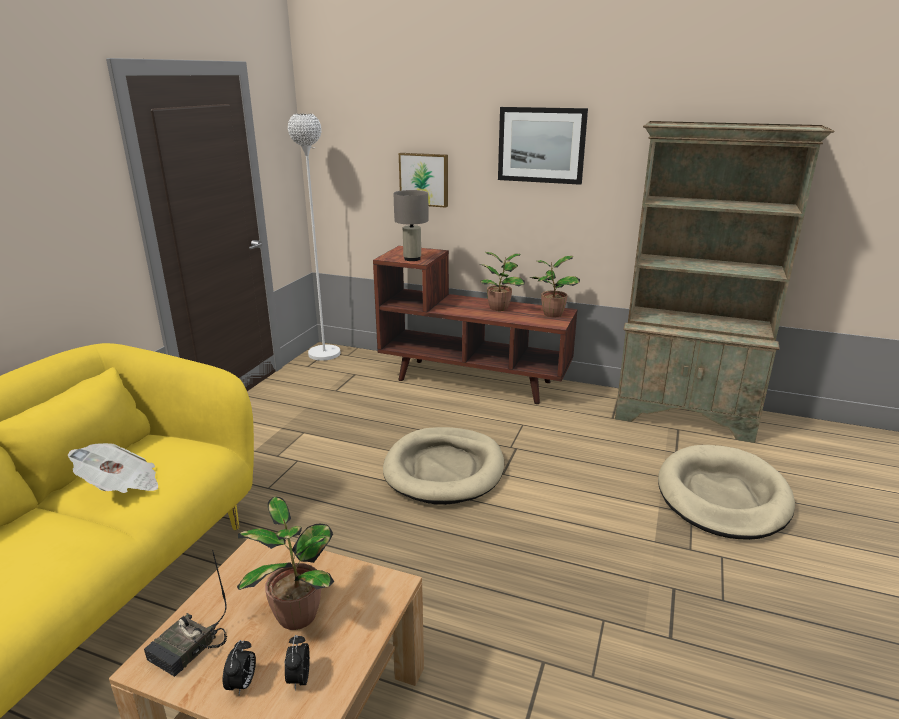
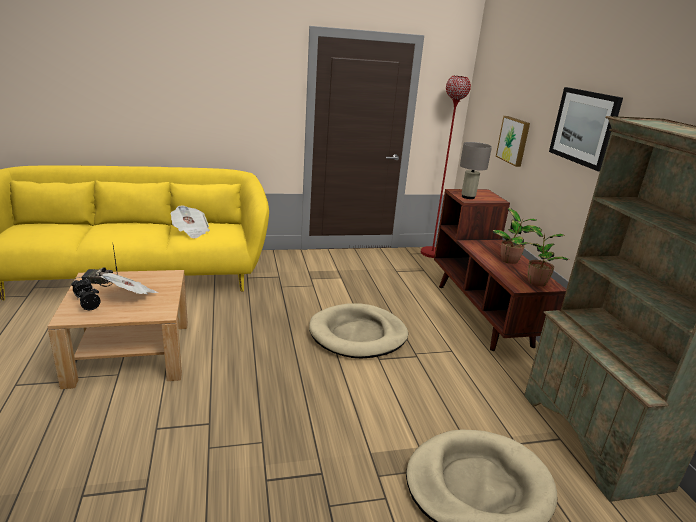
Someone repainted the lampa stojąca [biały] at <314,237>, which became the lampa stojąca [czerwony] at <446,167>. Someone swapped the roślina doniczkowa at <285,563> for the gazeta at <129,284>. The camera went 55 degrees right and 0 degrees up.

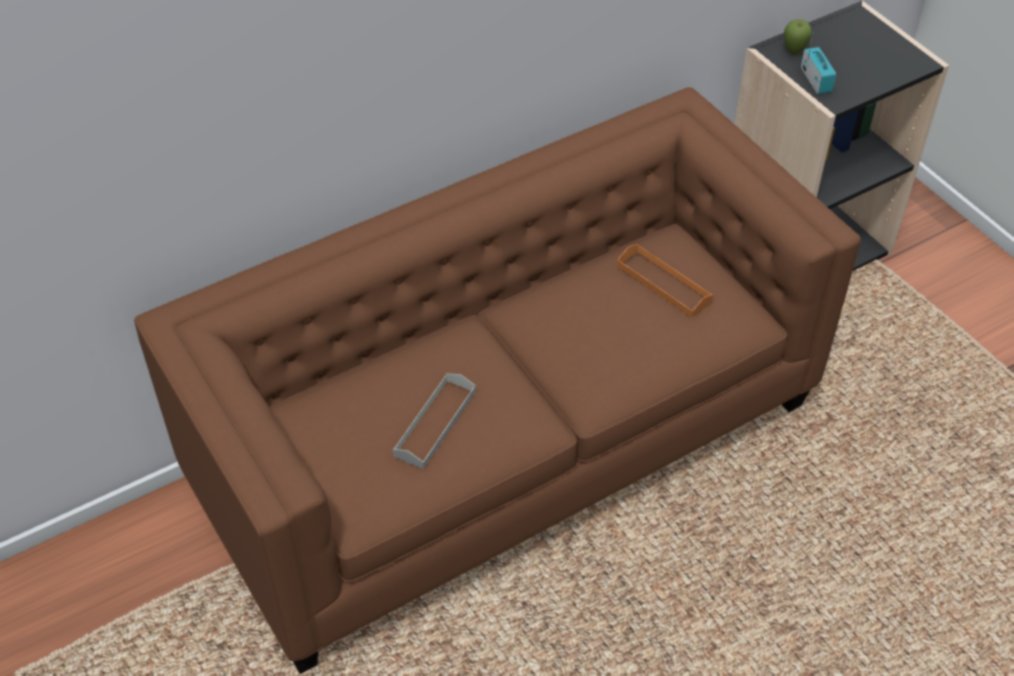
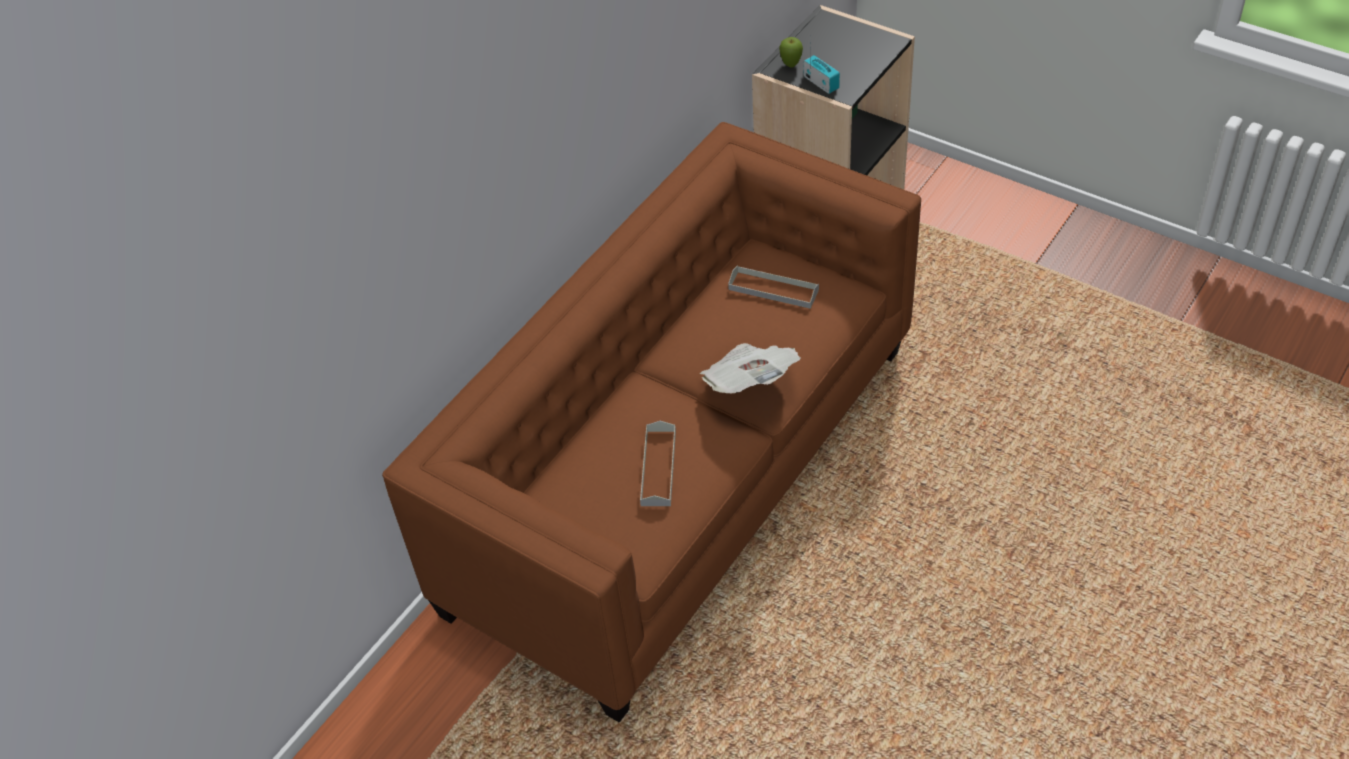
Someone repainted the taca [pomarańczowy] at <665,281>, which became the taca [szary] at <773,287>. Someone put down the gazeta at <750,368>. The camera went 20 degrees left and 0 degrees up.

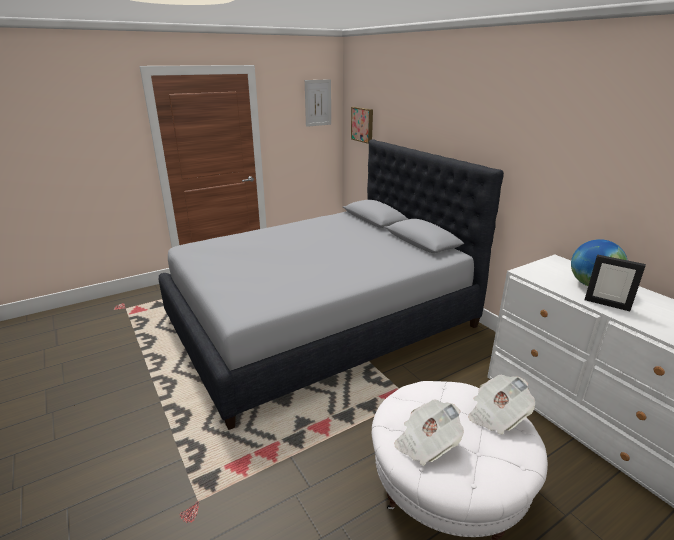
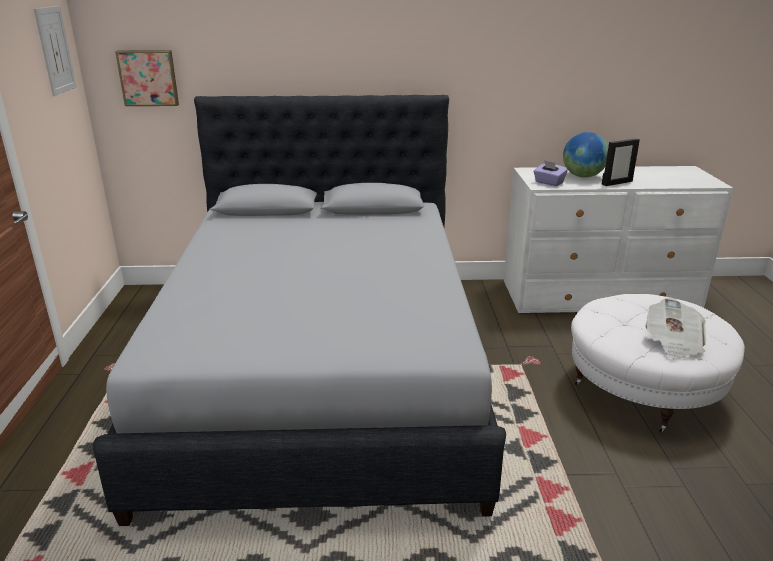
Someone took away the gazeta at <501,404>. Someone put down the pudełko chusteczek [fioletowy] at <551,173>. The camera went 60 degrees left and 0 degrees up.

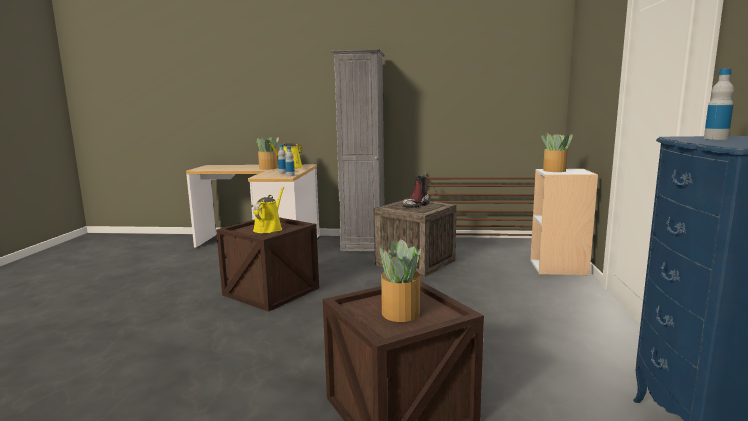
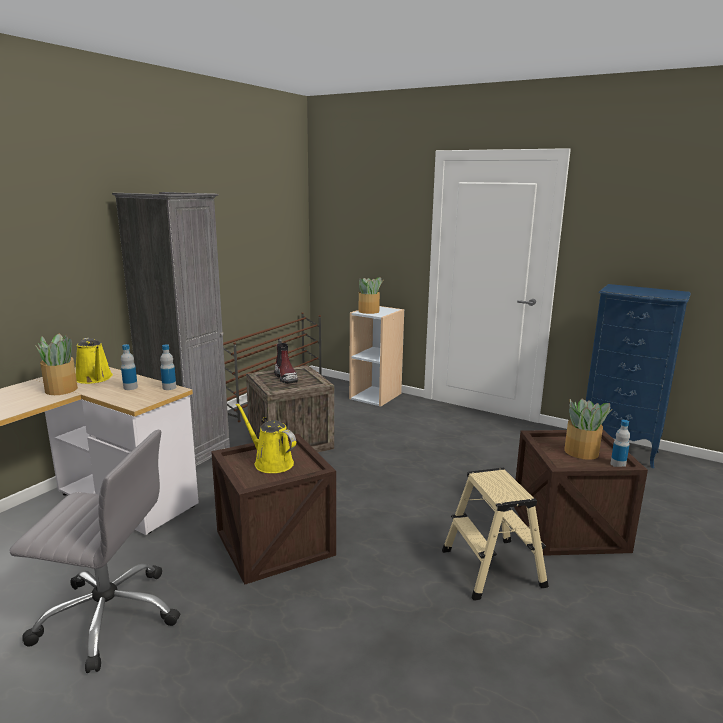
Someone carried the butelka from <719,104> to <620,443>. Someone put down the krzesło biurowe [szary] at <95,551>. Someone put down the drabinka [beżowy] at <495,534>. The camera went 65 degrees left and 5 degrees up.

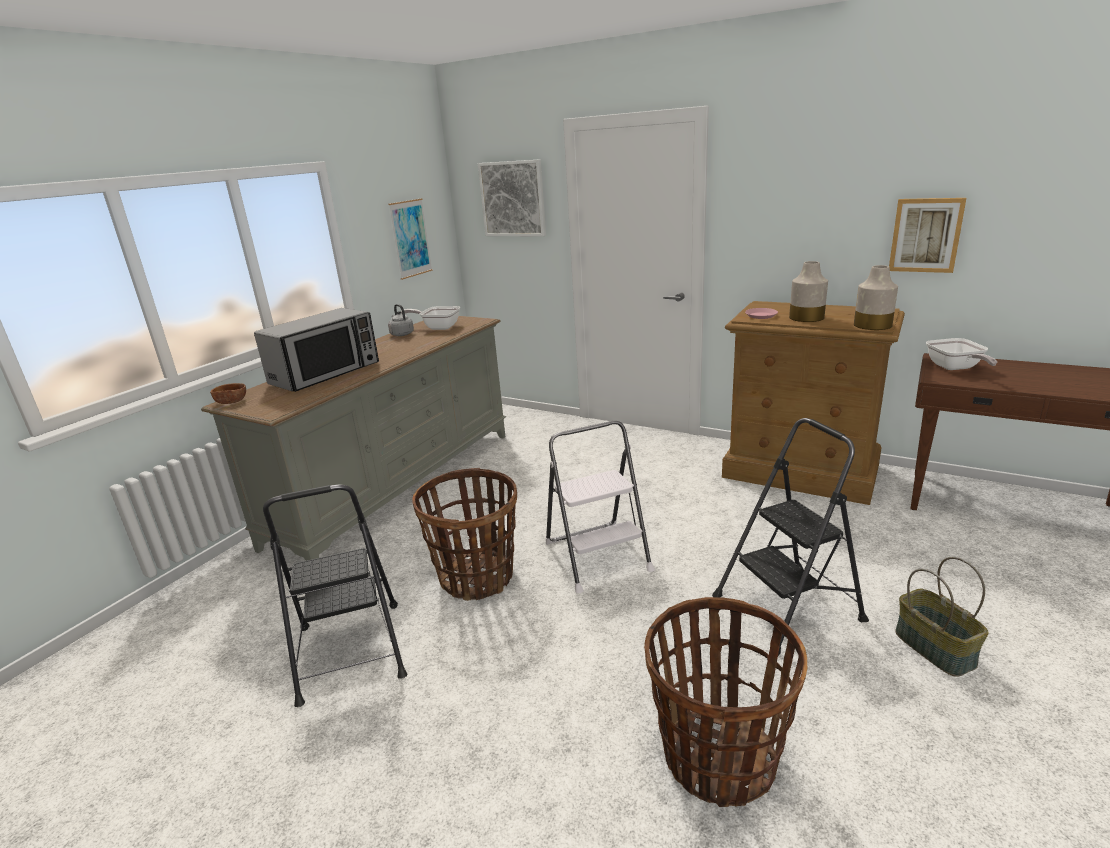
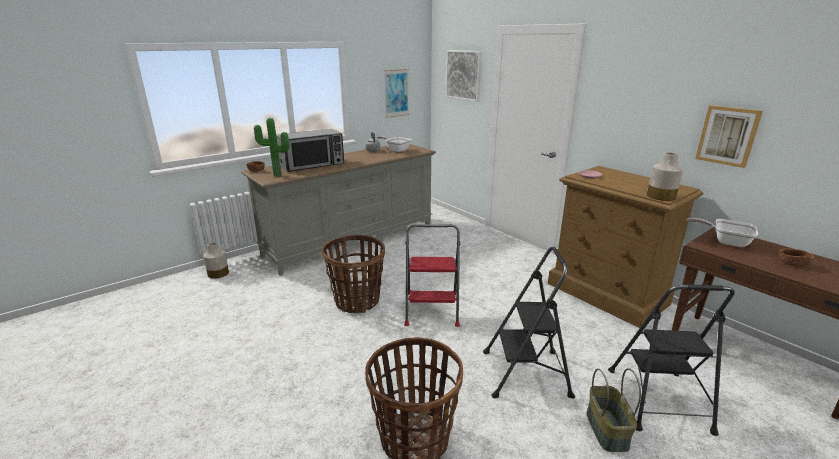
Someone carried the wazon [beżowy] from <808,291> to <216,260>. Someone rotated the patelnia at <961,354> by 105 degrees clockwise. Someone repainted the drabinka [biały] at <600,507>, which became the drabinka [czerwony] at <432,275>. Someone carried the drabinka [czarny] from <335,595> to <671,360>. Someone put down the roślina doniczkowa at <272,147>. Someone put down the miska [brązowy] at <796,258>. The camera went 20 degrees right and 0 degrees up.

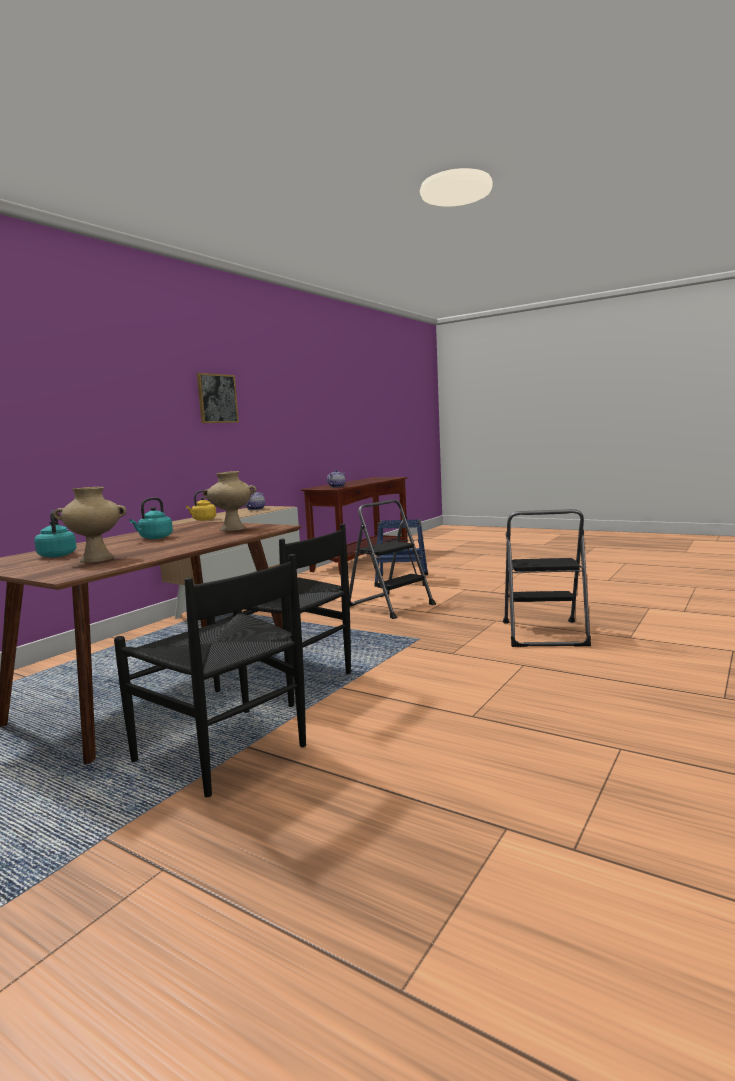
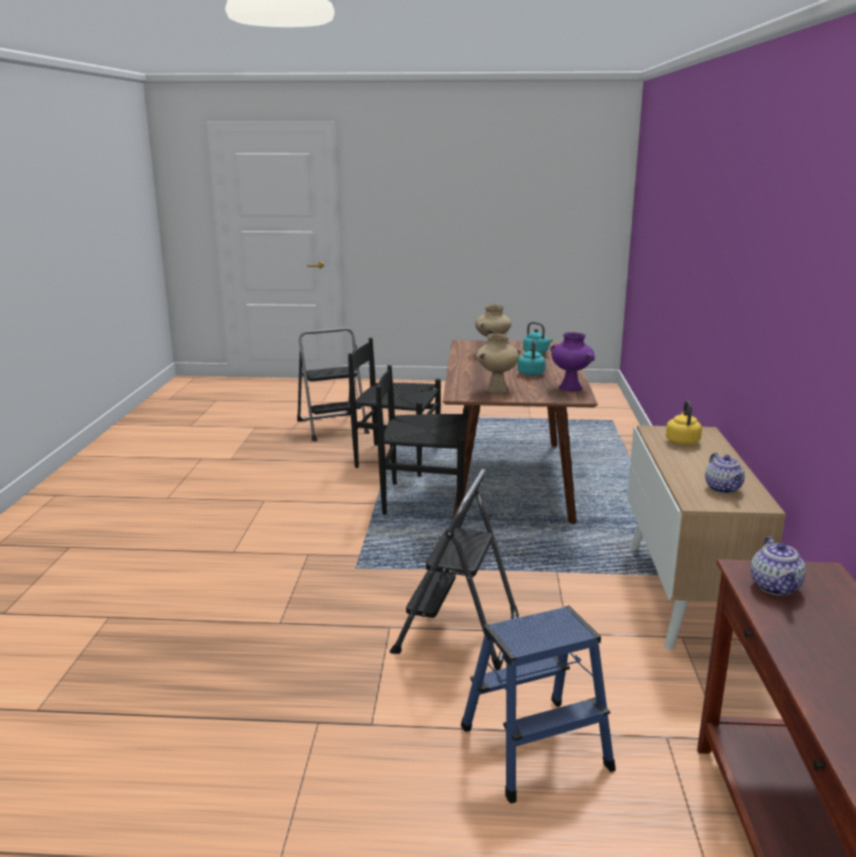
Someone took away the obraz at <218,398>. Someone carried the drabinka [czarny] from <547,578> to <333,384>. Someone put down the wazon [fioletowy] at <572,361>. The camera went 150 degrees right and 10 degrees up.

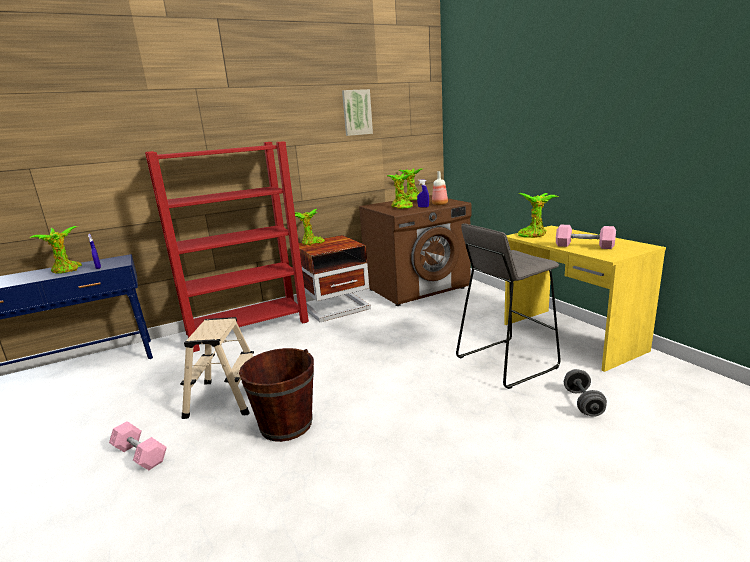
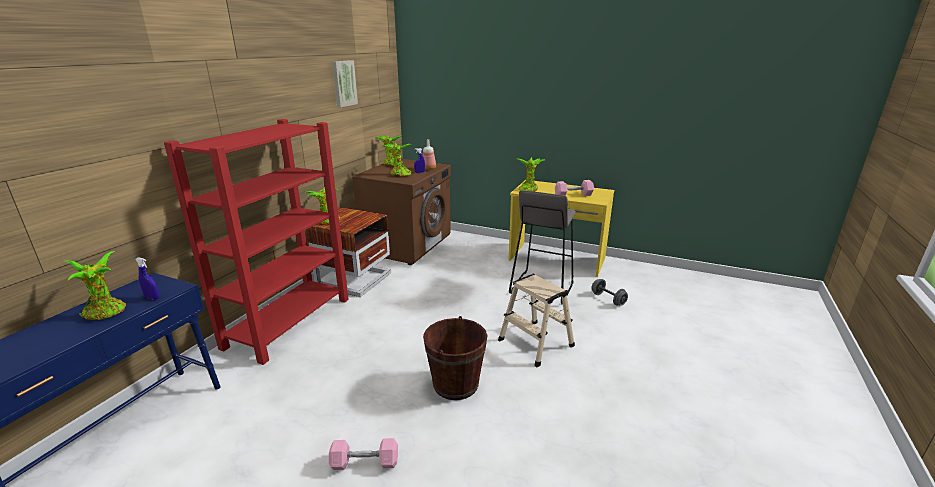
Someone carried the drabinka [beżowy] from <217,368> to <536,320>. The camera went 40 degrees left and 5 degrees up.

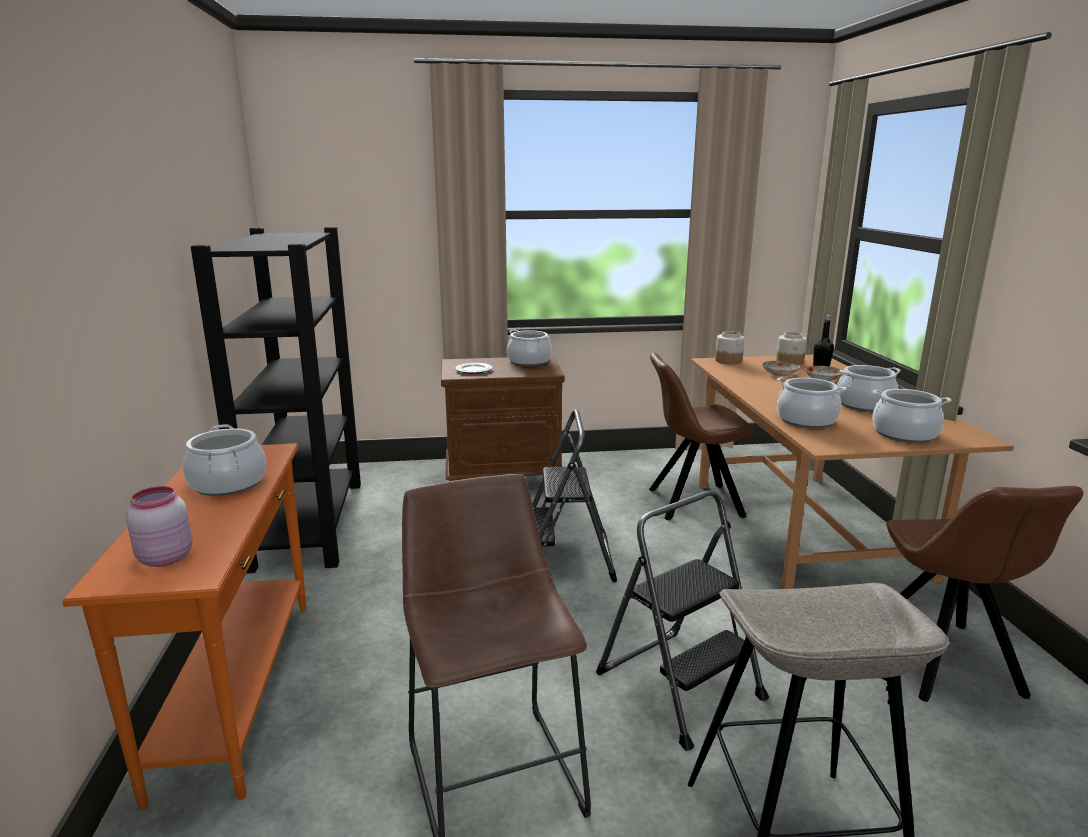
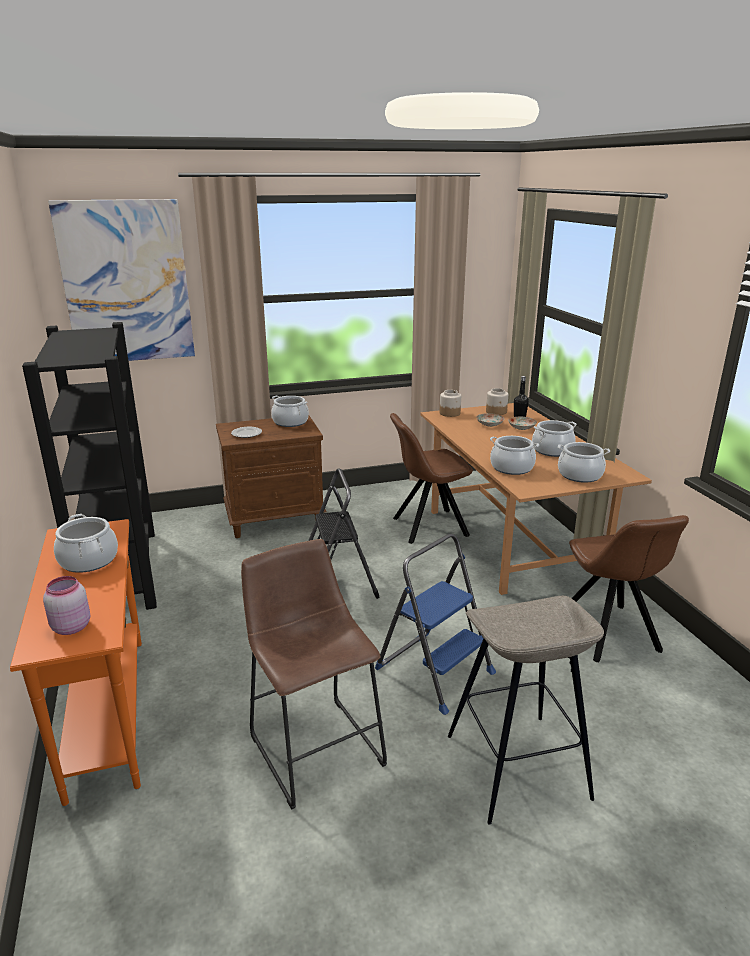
Someone repainted the drabinka [czarny] at <682,621>, which became the drabinka [niebieski] at <435,624>. Someone put up the obraz at <121,280>. The camera went 10 degrees left and 5 degrees up.

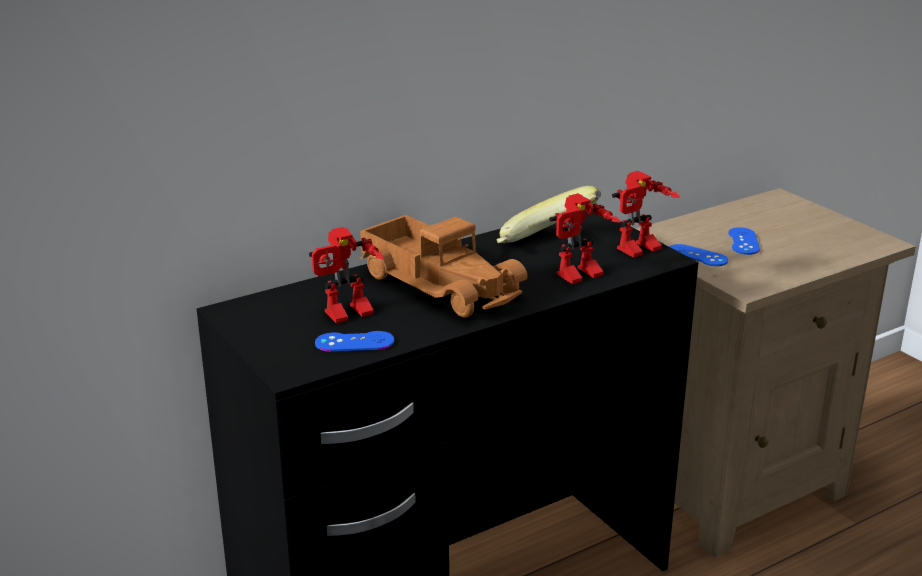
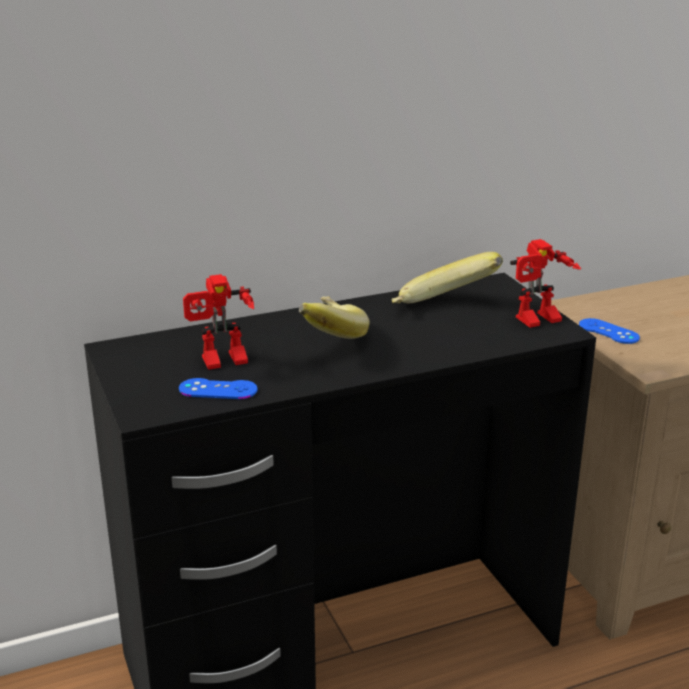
Someone took away the robot zabawkowy at <585,238>. Someone swapped the ciężarówka zabawkowa at <443,266> for the banan at <334,317>. Someone took away the pad do gier [niebieski] at <744,241>. The camera went 10 degrees right and 0 degrees up.

